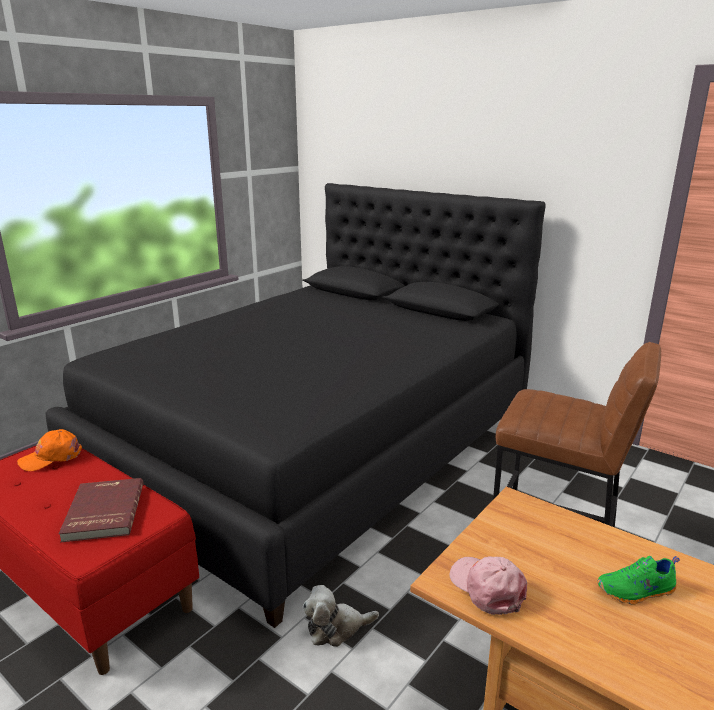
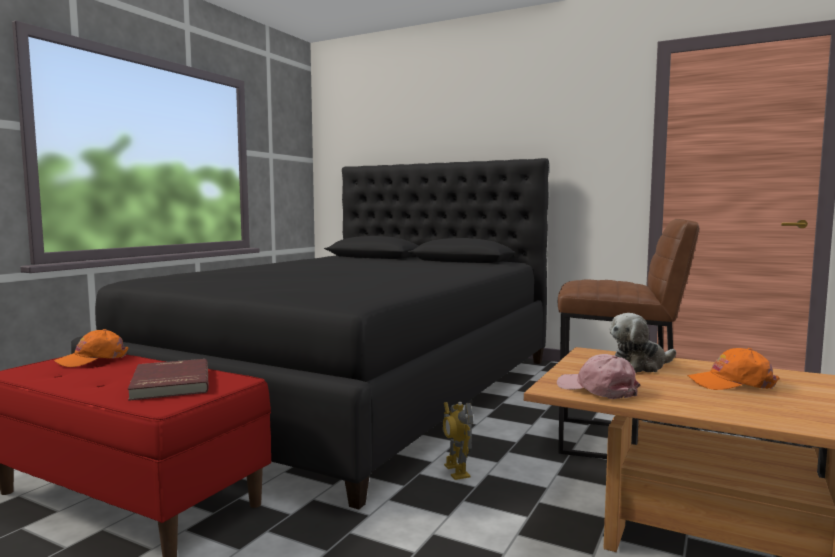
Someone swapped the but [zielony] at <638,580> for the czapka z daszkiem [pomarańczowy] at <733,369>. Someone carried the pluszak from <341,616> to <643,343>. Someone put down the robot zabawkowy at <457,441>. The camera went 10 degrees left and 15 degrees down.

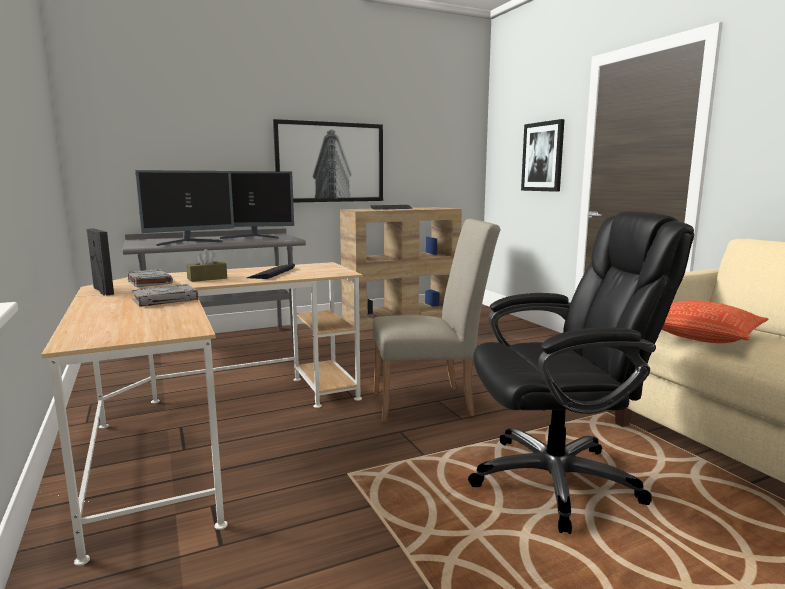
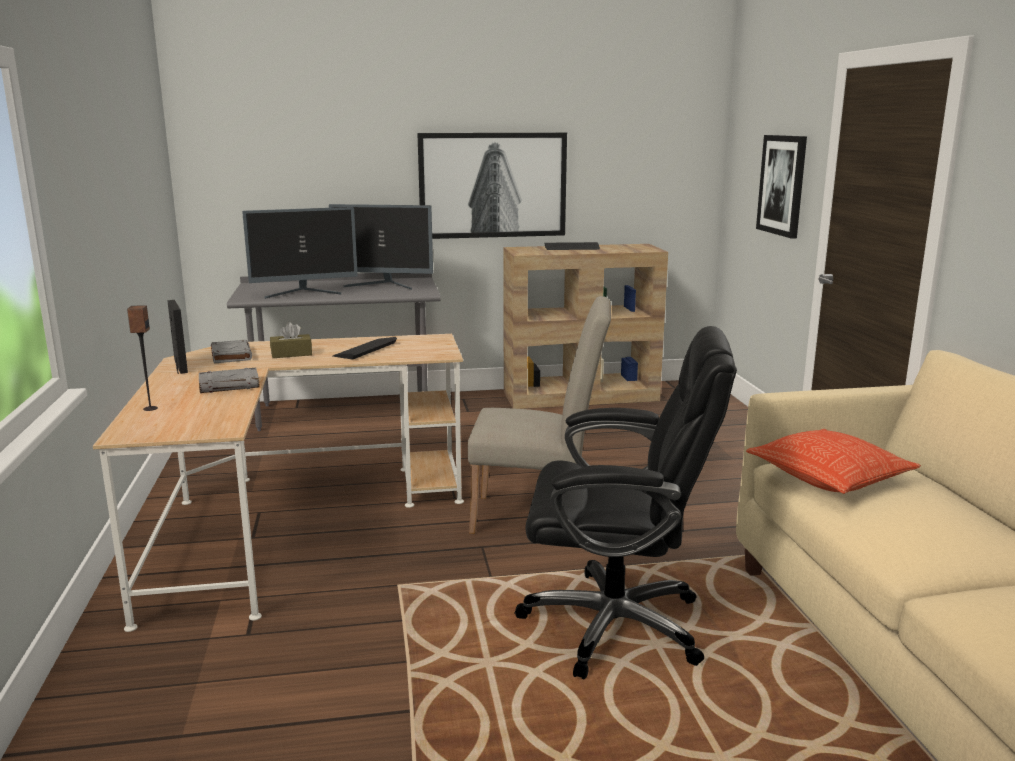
Someone put down the głośnik at <142,358>. The camera went 15 degrees right and 5 degrees up.

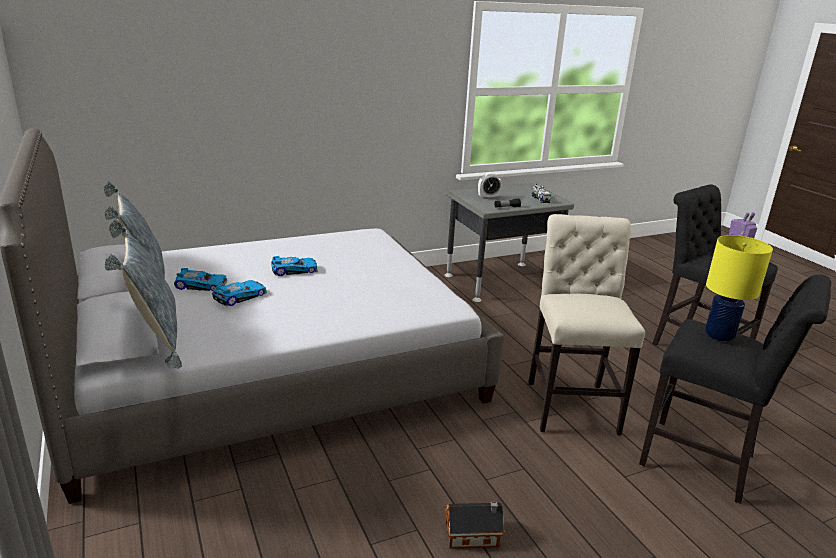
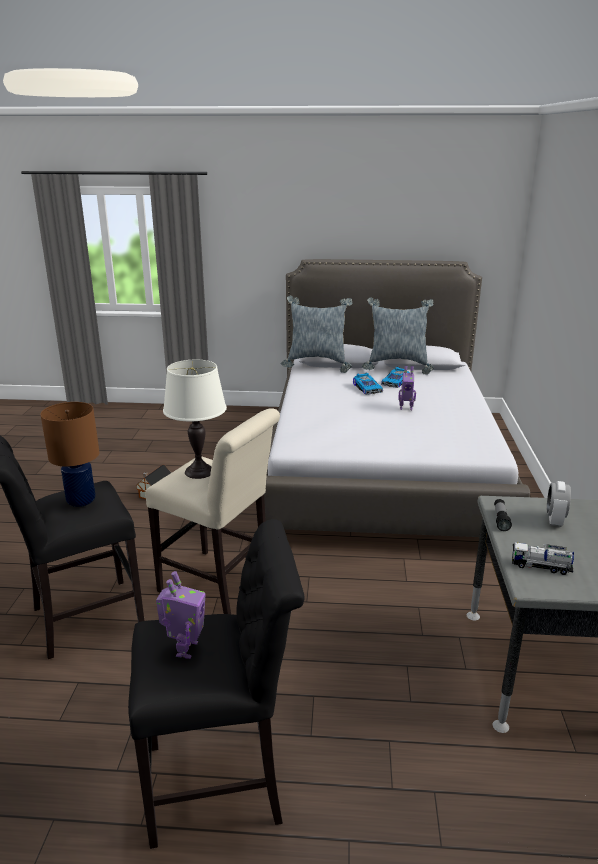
Someone repainted the lampa stołowa [żółty] at <739,288>, which became the lampa stołowa [brązowy] at <69,454>. Someone swapped the samochodzik at <294,266> for the robot zabawkowy at <407,388>. Someone put down the lampa stołowa [biały] at <195,419>. The camera went 120 degrees right and 0 degrees up.

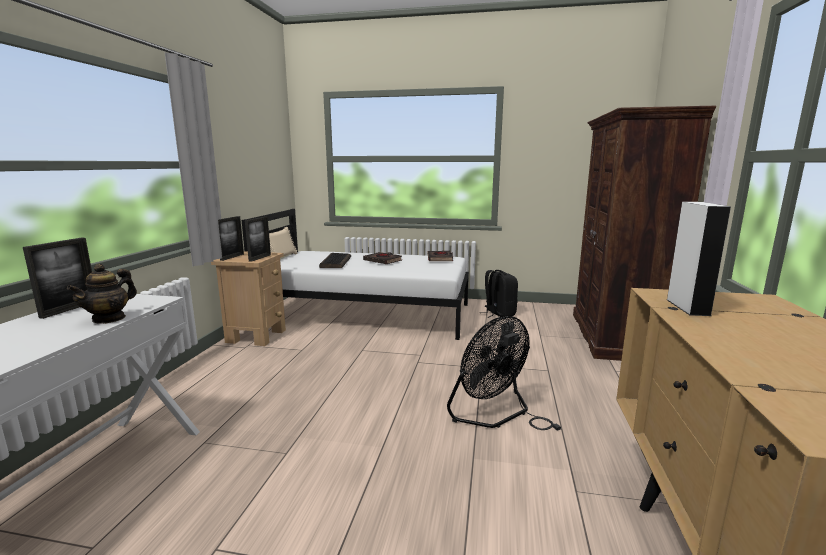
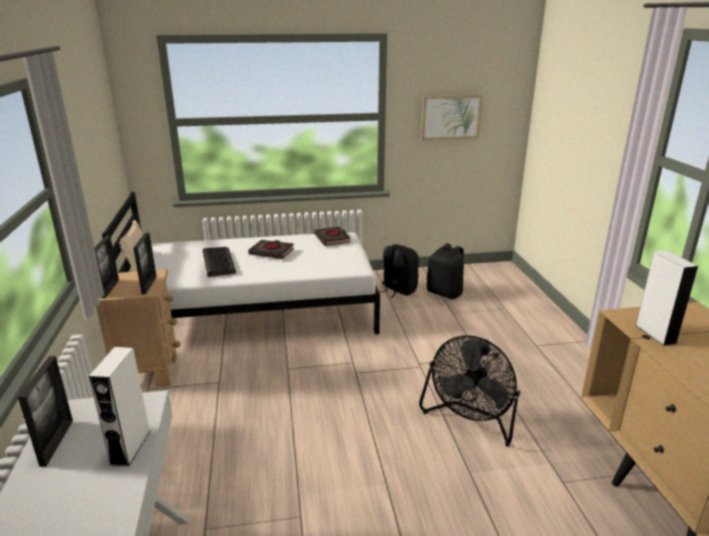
Someone took away the szafa [brązowy] at <644,233>. Someone swapped the imbryk at <102,294> for the głośnik [biały] at <119,406>. Someone rotated the wentylator [czarny] at <504,373> by 90 degrees counterclockwise. Someone put up the obraz at <451,117>. Someone put down the plecak [czarny] at <445,271>. The camera went 20 degrees left and 10 degrees up.

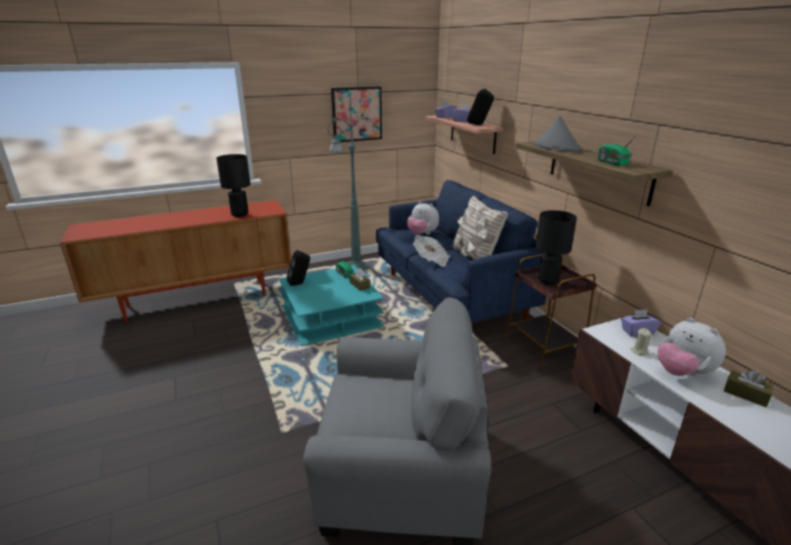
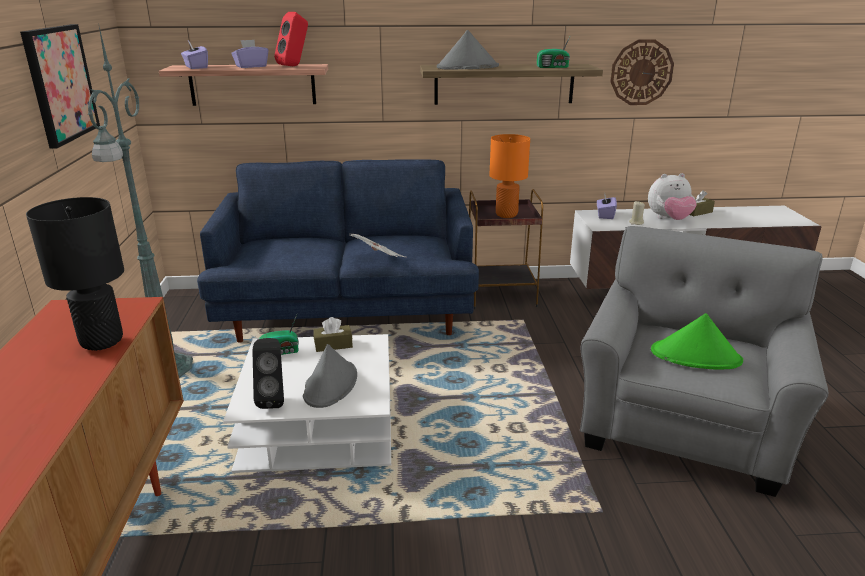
Someone repainted the głośnik [czarny] at <480,107>, which became the głośnik [czerwony] at <291,39>. Someone took away the poduszka [beżowy] at <480,228>. Someone took away the pluszak at <423,218>. Someone repainted the lampa stołowa [czarny] at <556,247>, which became the lampa stołowa [pomarańczowy] at <509,176>. Someone repainted the ława [turkusowy] at <331,305>, which became the ława [biały] at <307,403>. Someone put up the zegar ścienny at <642,72>. Someone put down the kapelusz [zielony] at <697,341>. Someone put down the kapelusz [szary] at <330,376>. The camera went 70 degrees left and 0 degrees up.

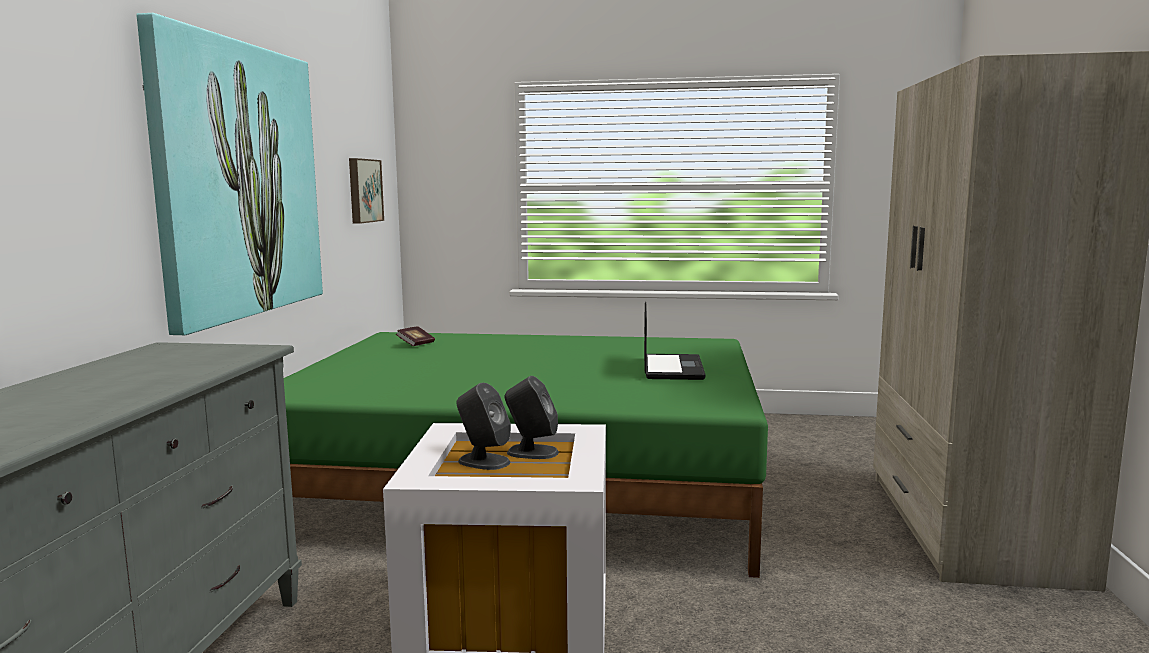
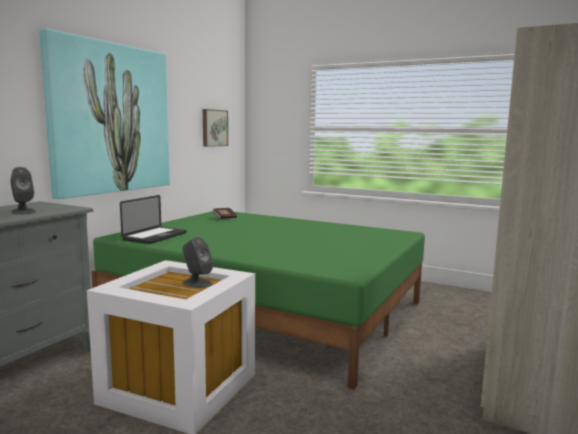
Someone carried the laptop from <674,341> to <153,219>. Someone carried the głośnik [szary] from <483,426> to <23,191>. The camera went 20 degrees right and 0 degrees up.

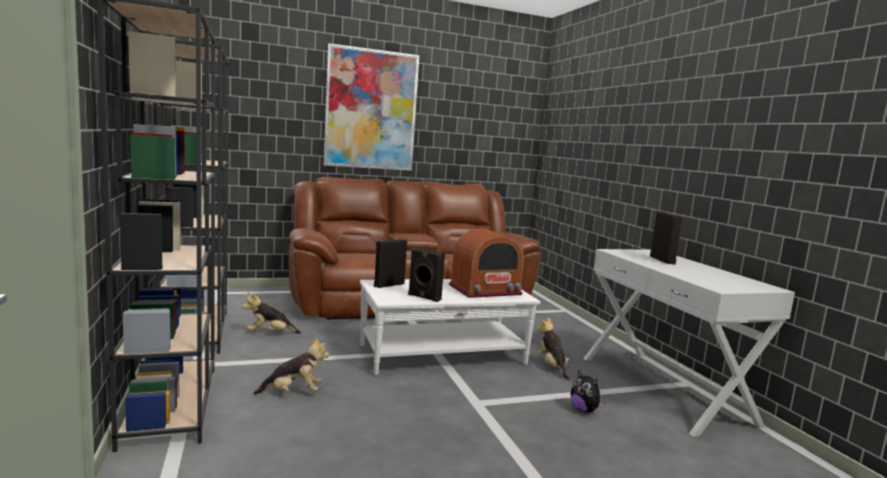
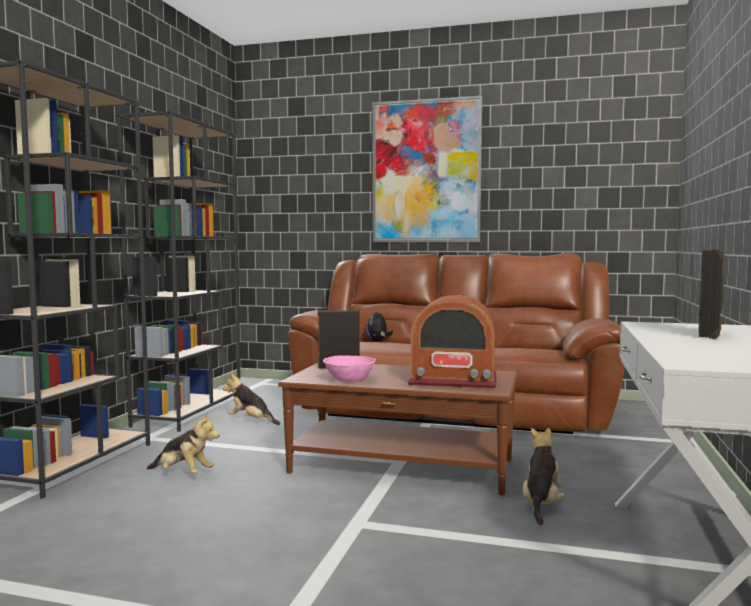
Someone swapped the głośnik [czarny] at <426,274> for the miska [różowy] at <349,368>. Someone repainted the ława [biały] at <450,327>, which became the ława [brązowy] at <397,429>. Someone carried the pluszak from <588,391> to <379,326>. The camera went 35 degrees right and 5 degrees down.

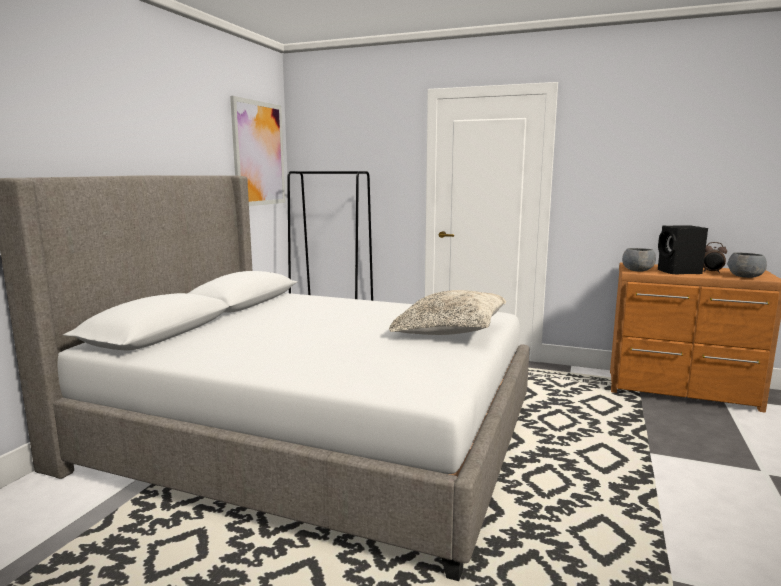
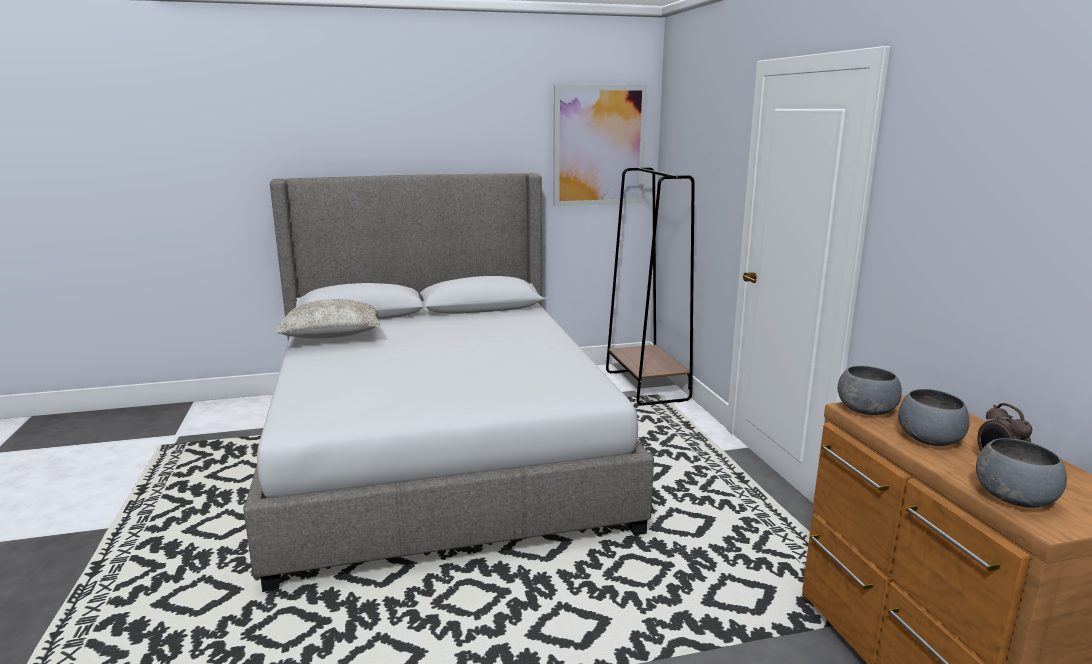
Someone swapped the głośnik [czarny] at <683,250> for the miska [szary] at <934,417>. Someone carried the poduszka [beżowy] from <447,312> to <328,318>. The camera went 55 degrees right and 5 degrees up.

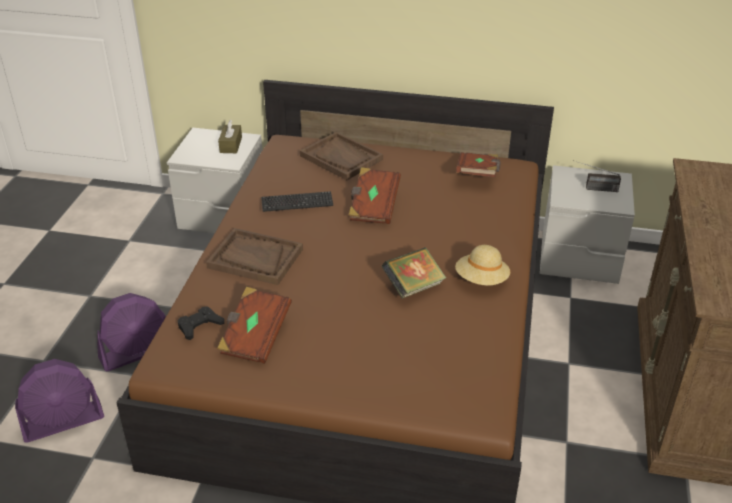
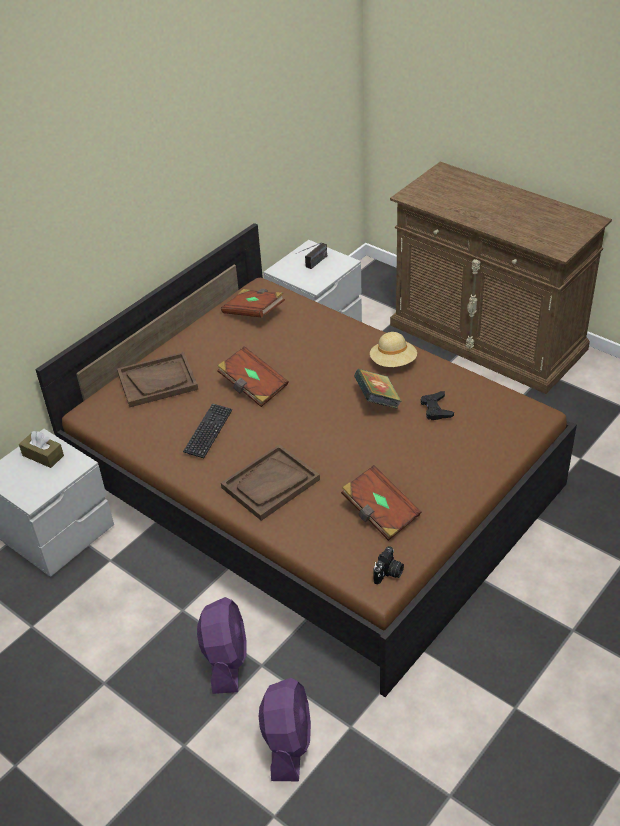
Someone carried the pad do gier [czarny] from <201,323> to <437,405>. Someone put down the aparat fotograficzny at <388,565>. The camera went 60 degrees left and 5 degrees up.

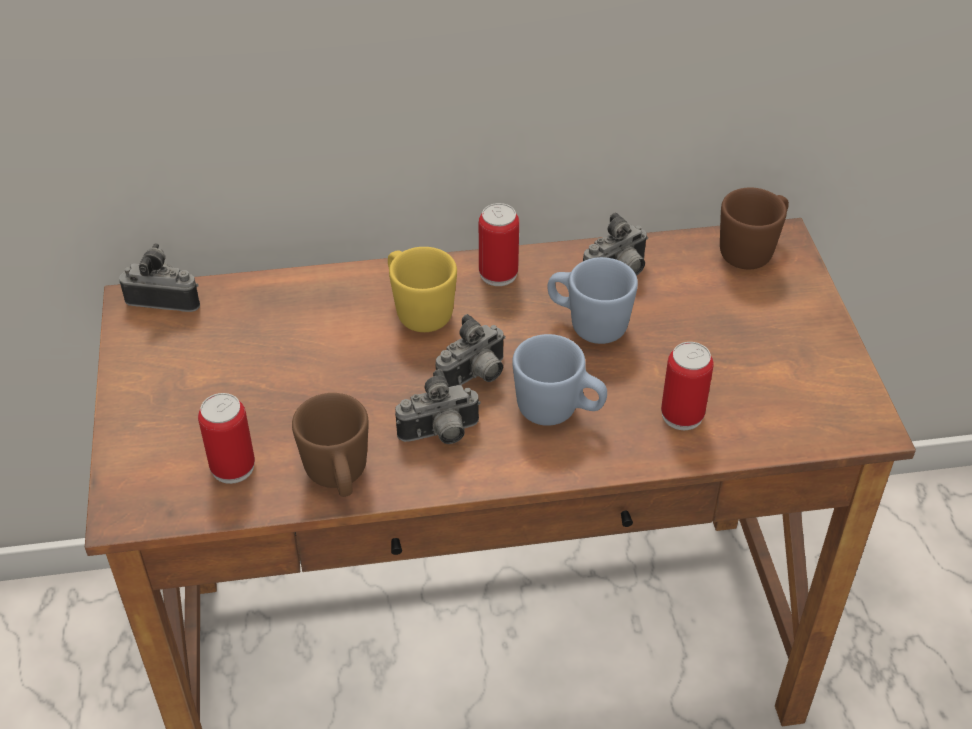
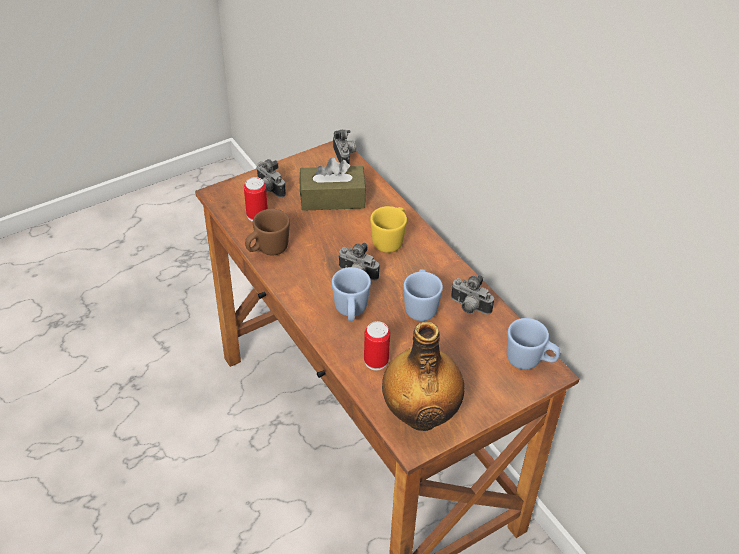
Someone repainted the kubek [brązowy] at <754,228>, which became the kubek [niebieski] at <534,344>. Someone took away the puszka at <499,244>. Someone carried the aparat fotograficzny from <438,406> to <271,178>. Someone put down the pudełko chusteczek [brązowy] at <333,184>. Someone put down the butelka at <423,376>. The camera went 65 degrees right and 0 degrees up.

